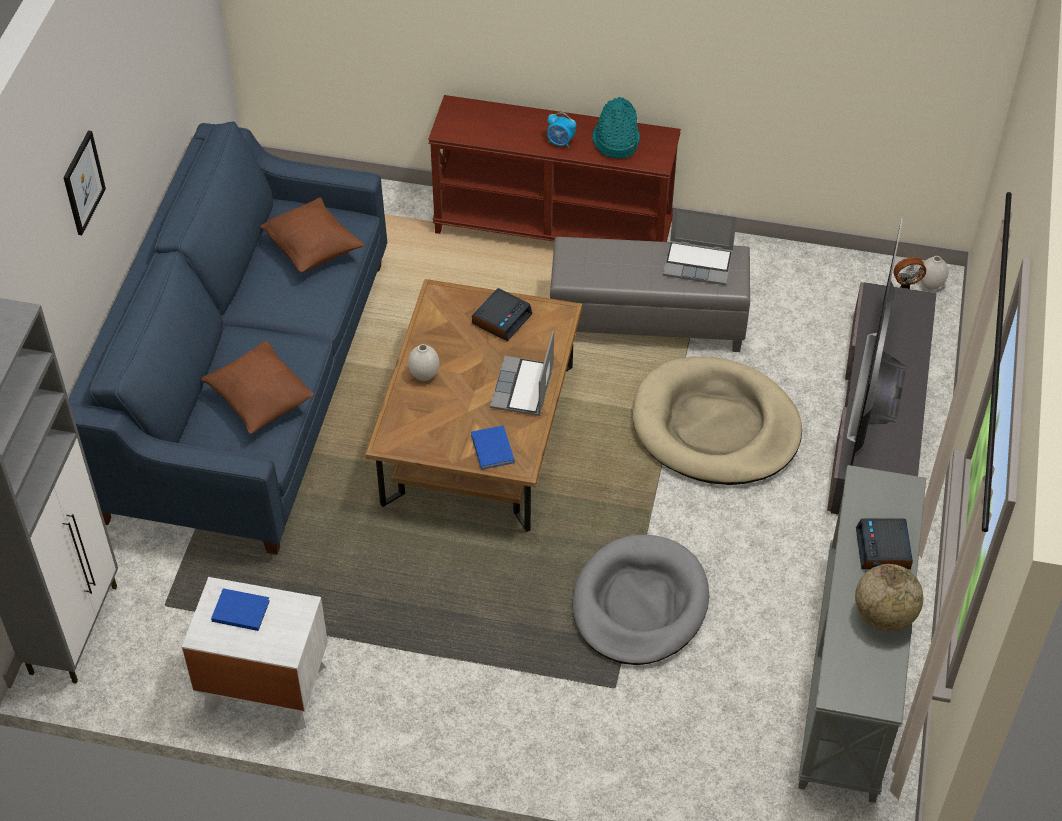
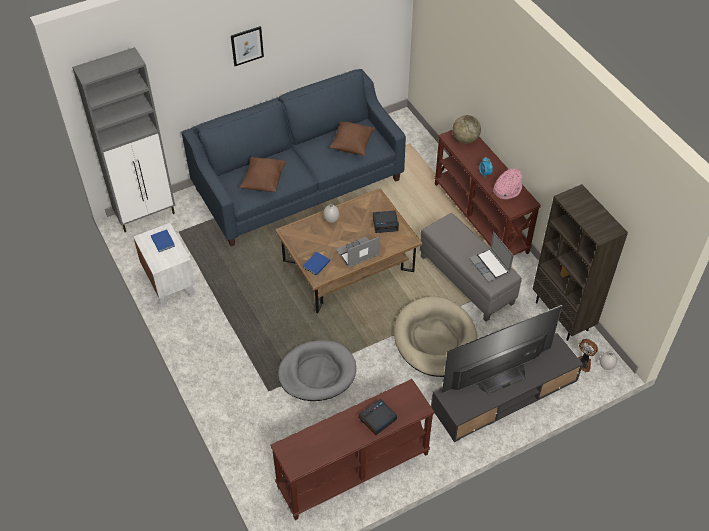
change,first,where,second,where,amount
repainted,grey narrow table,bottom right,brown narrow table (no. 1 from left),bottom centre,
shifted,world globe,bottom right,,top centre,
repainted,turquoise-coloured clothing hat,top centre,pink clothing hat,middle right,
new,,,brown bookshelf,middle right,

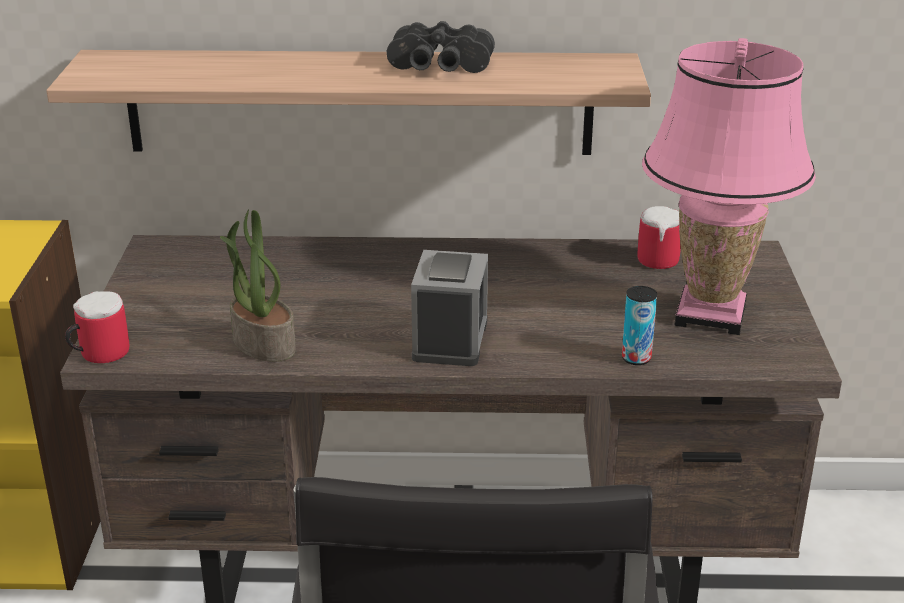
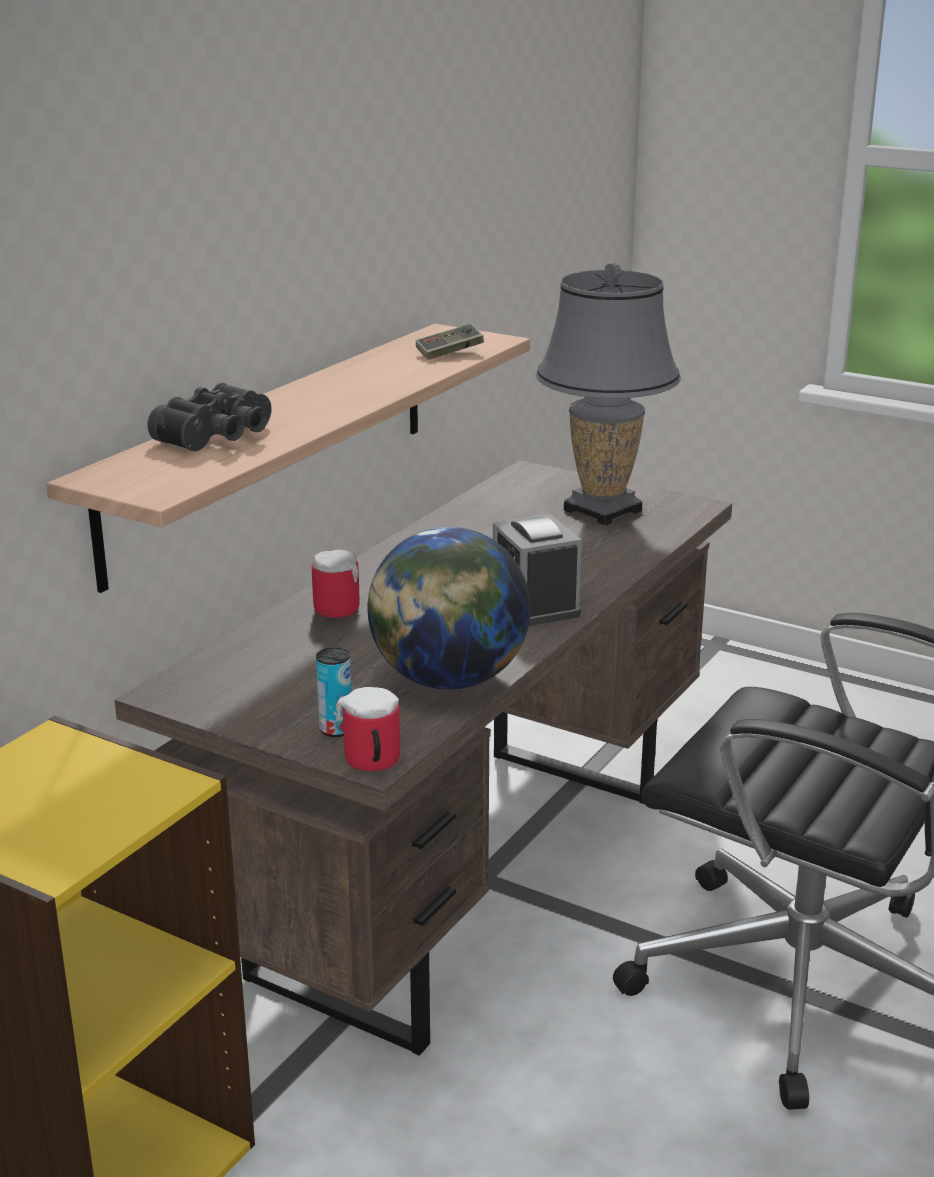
change,first,where,second,where,amount
shifted,black pair of binoculars,top centre,,middle left,
shifted,mug (no. 2 from left in the first image),middle right,mug (no. 1 from left),centre,
shifted,metal can,middle right,,centre,
swapped,potted plant,middle left,world globe,centre,
new,,,joypad,top centre,
rotated,bedside clock,centre,,centre,150 degrees counterclockwise
repainted,pink lamp for a table,top right,grey lamp for a table,centre,

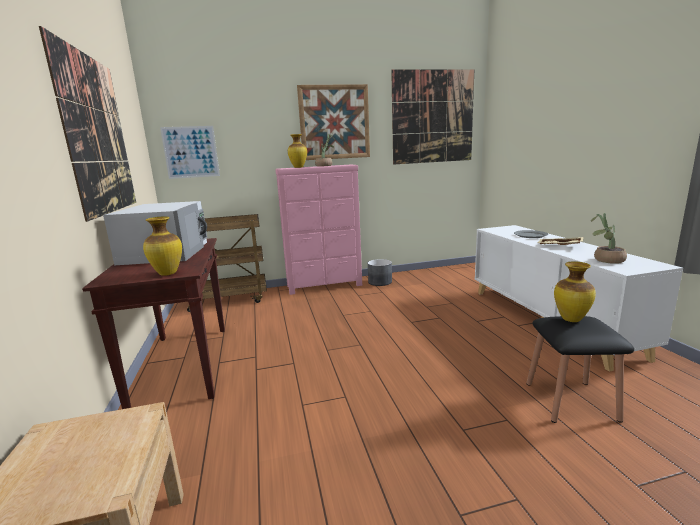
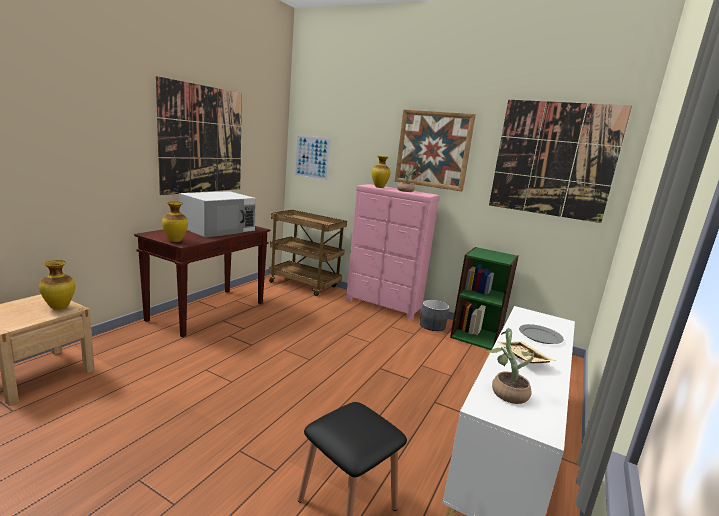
change,first,where,second,where,amount
shifted,flower vase (no. 3 from left in the first image),middle right,flower vase (no. 1 from left),middle left,
new,,,green-coloured bookshelf,middle right,

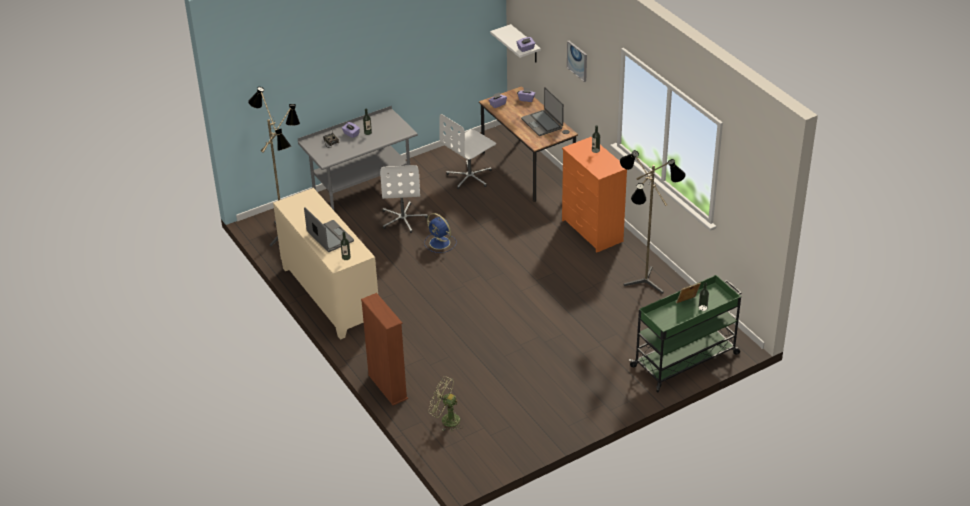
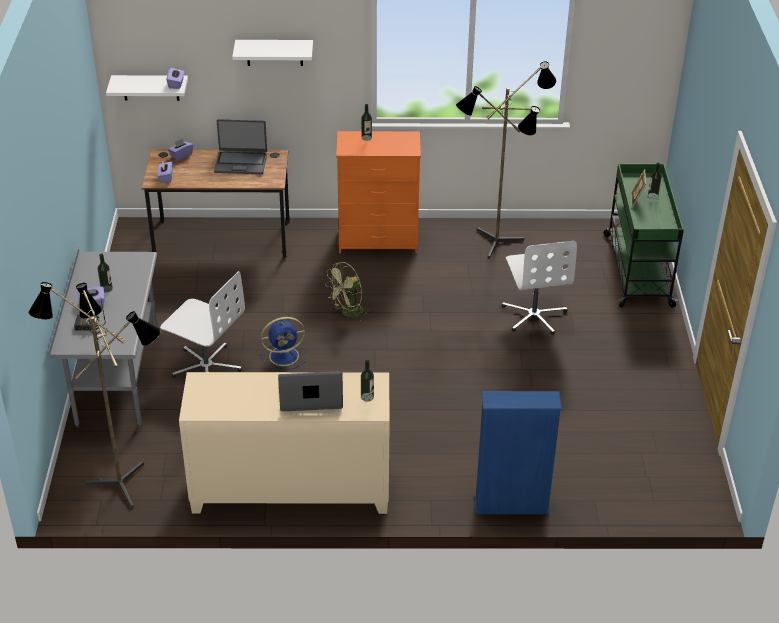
change,first,where,second,where,amount
swapped,picture,top centre,whitish wall shelf (no. 2 from left),top centre,
shifted,green-coloured fan,bottom centre,,centre,
repainted,brown bookshelf,bottom centre,blue-coloured bookshelf,bottom centre,
shifted,whitish office chair (no. 2 from left),top centre,,middle right,

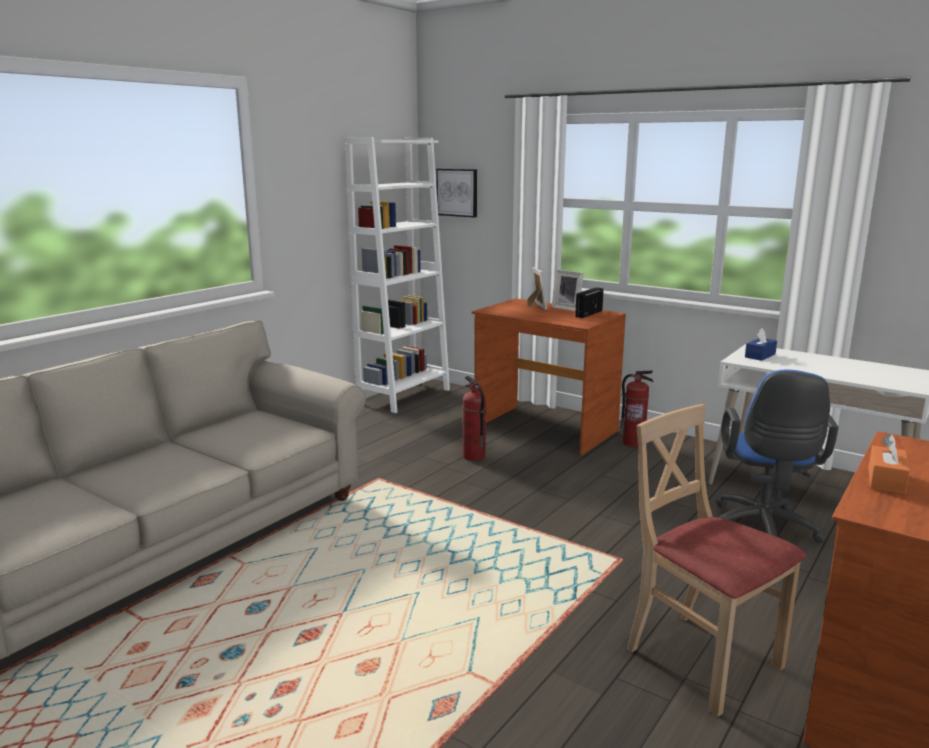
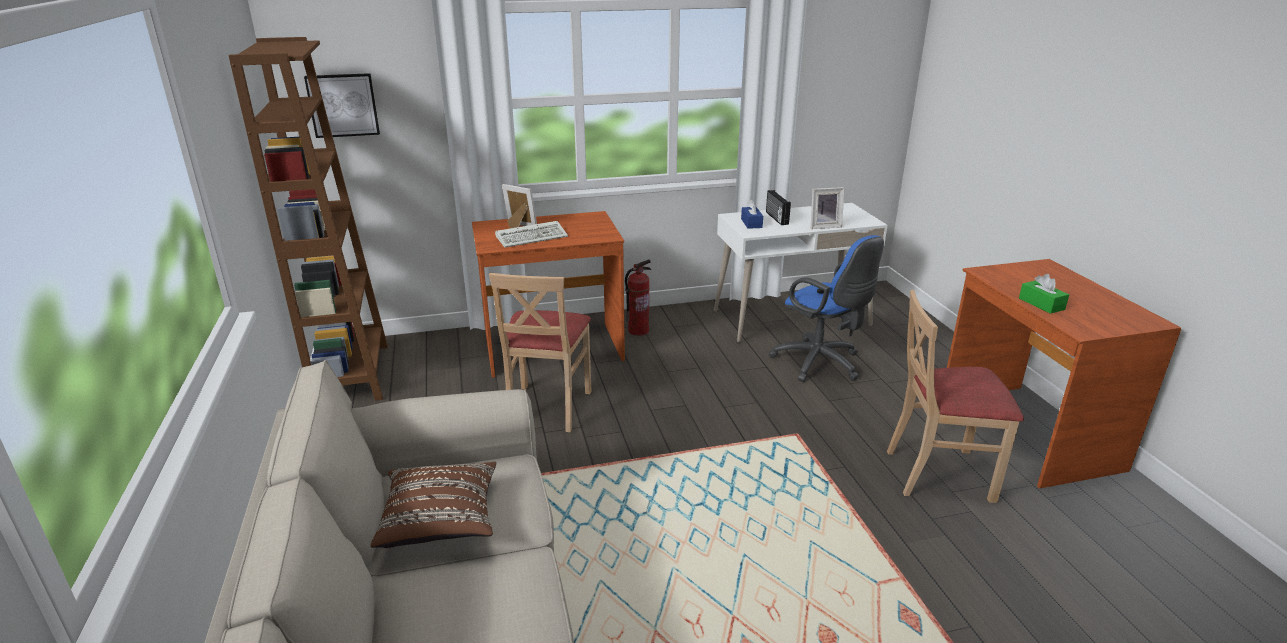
change,first,where,second,where,amount
repainted,whitish bookshelf,centre,brown bookshelf,middle left,
new,,,brown cushion,bottom centre,
swapped,fire extinguisher (no. 1 from left),centre,beige-coloured upright chair (no. 1 from left),centre,
new,,,keyboard,centre,
shifted,radio,centre,,top centre,
shifted,photo frame (no. 2 from left),centre,,top centre,
repainted,orange-coloured tissue holder,middle right,green-coloured tissue holder,middle right,

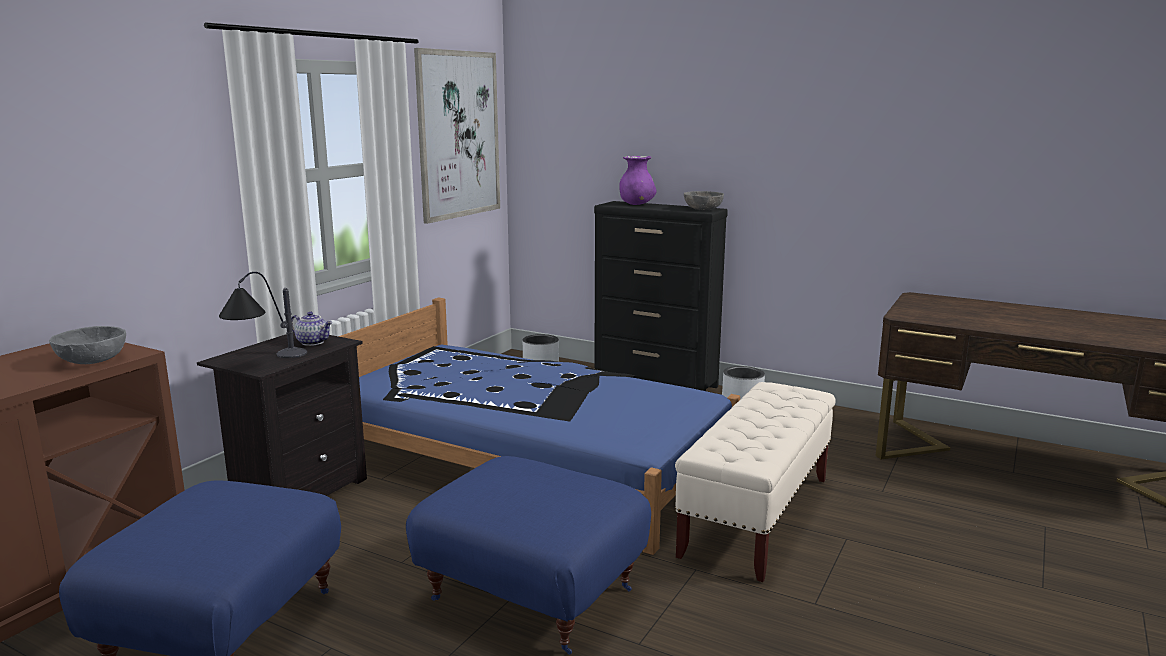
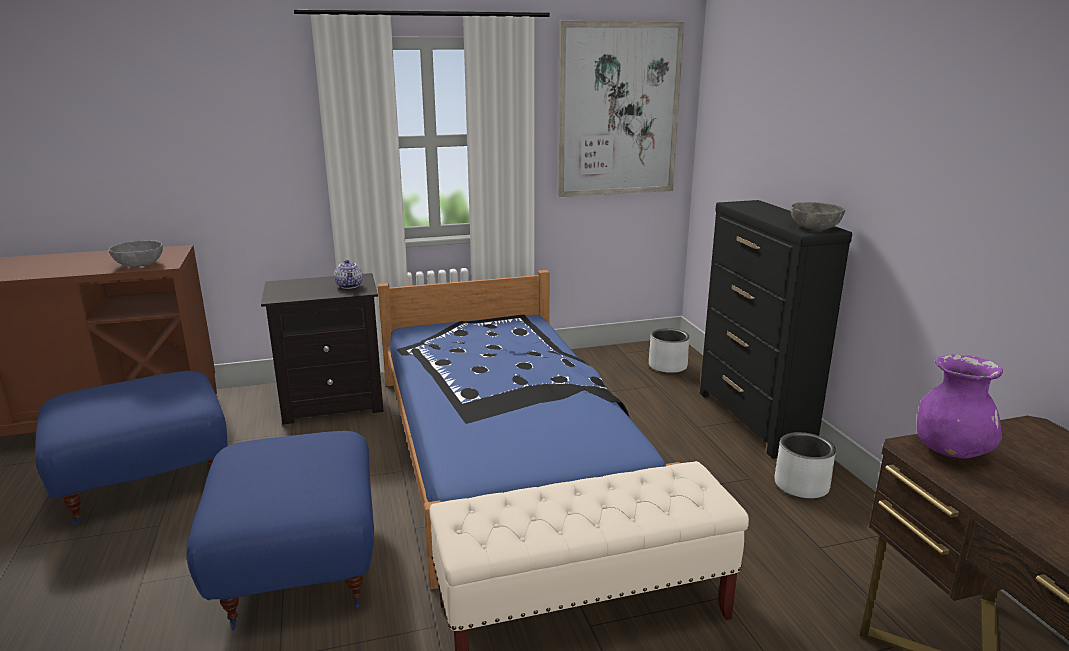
change,first,where,second,where,amount
shifted,purple-coloured flower vase,top centre,,middle right,
gone,lamp for a table,middle left,,,

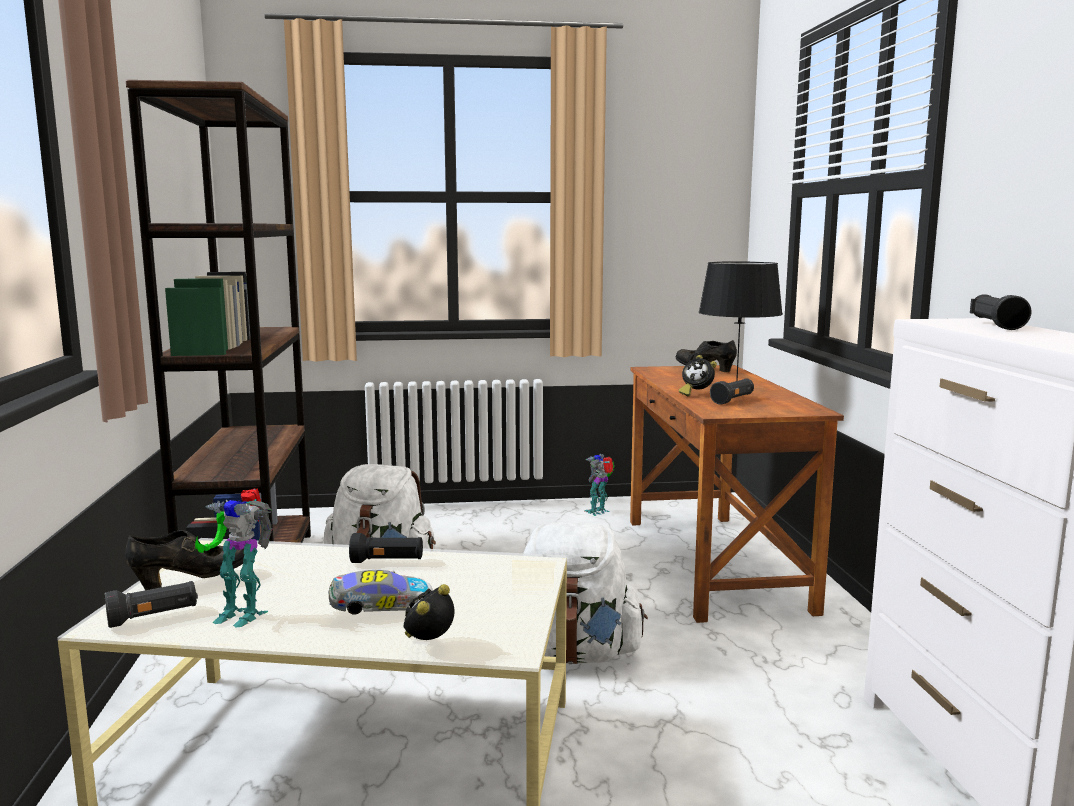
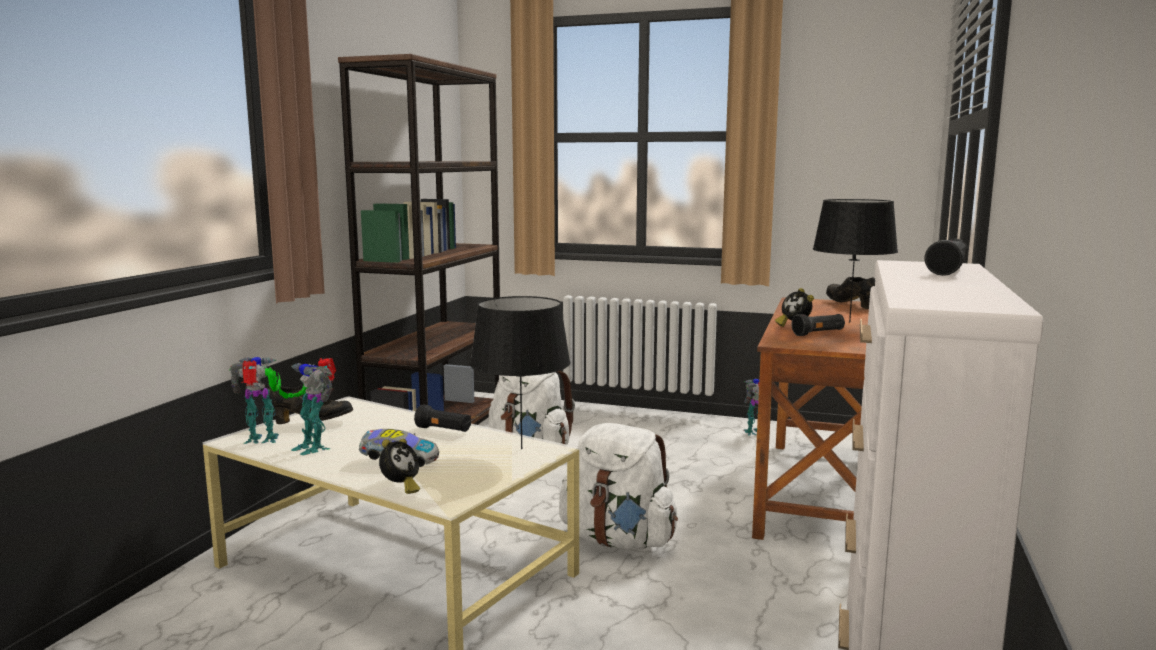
change,first,where,second,where,amount
swapped,black hand torch (no. 1 from left),bottom left,toy robot (no. 1 from left),middle left,
rotated,bedside clock (no. 1 from left),bottom centre,,bottom centre,150 degrees clockwise
new,,,black lamp for a table (no. 1 from left),centre,

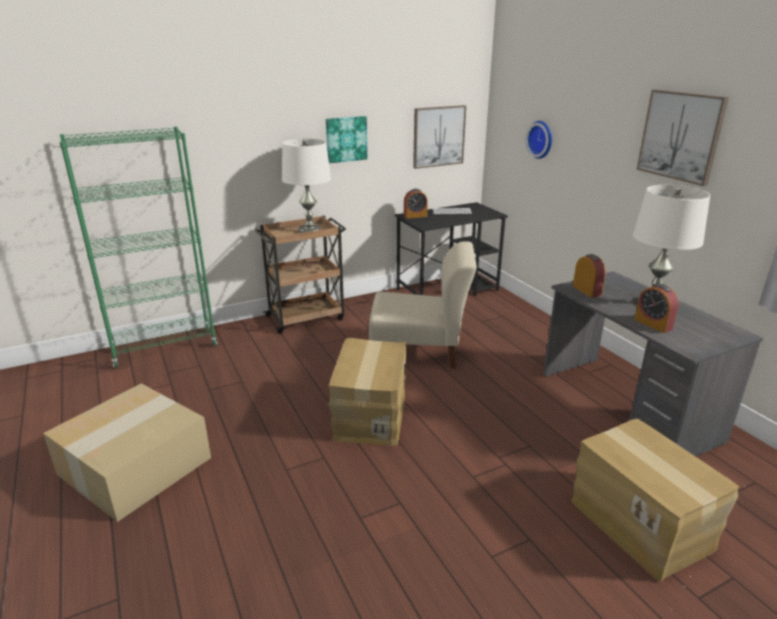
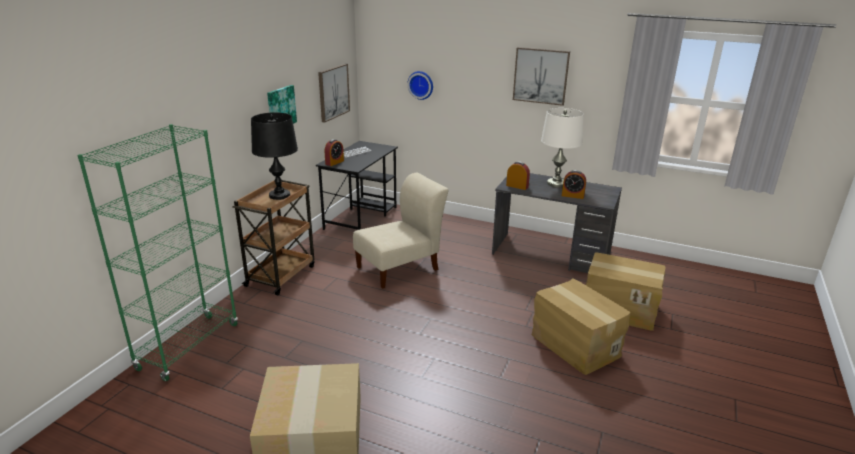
change,first,where,second,where,amount
repainted,whitish lamp for a table (no. 1 from left),top centre,black lamp for a table,middle left,
shifted,cardboard box (no. 2 from left),centre,,bottom right,

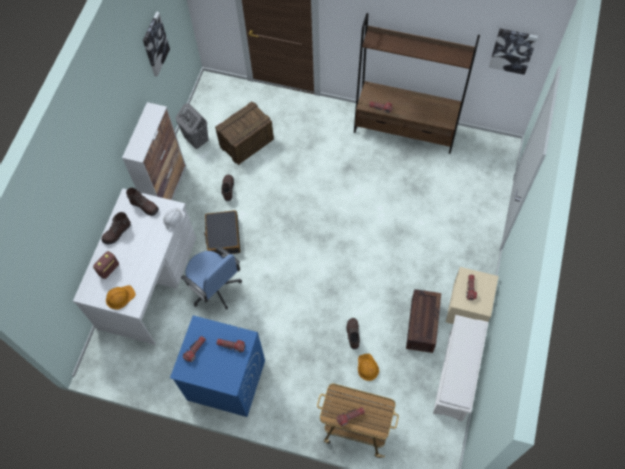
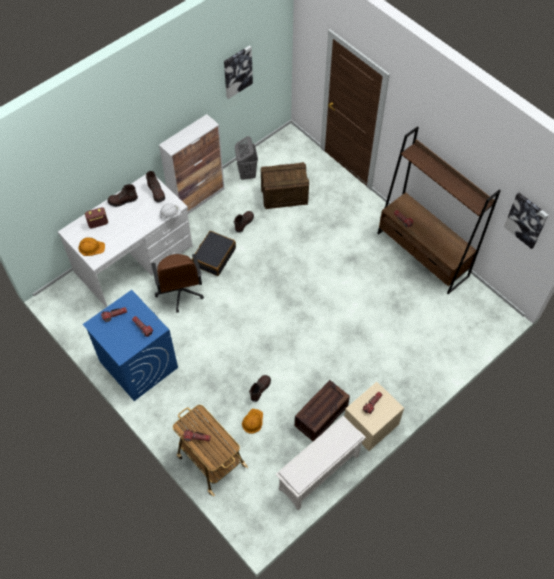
change,first,where,second,where,amount
repainted,blue-coloured office chair,centre,brown office chair,middle left,

